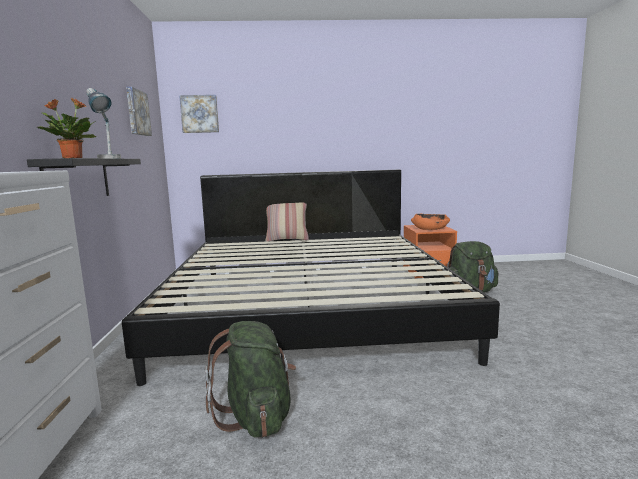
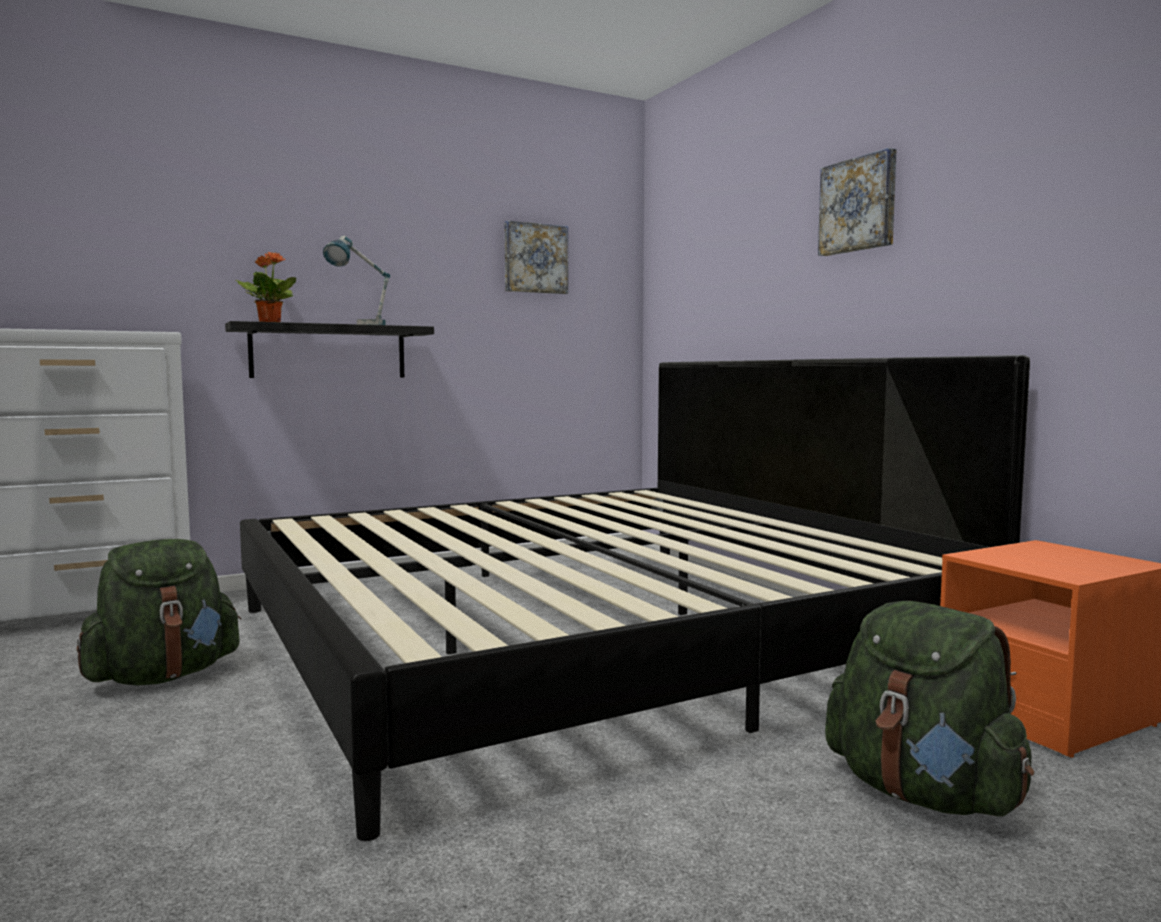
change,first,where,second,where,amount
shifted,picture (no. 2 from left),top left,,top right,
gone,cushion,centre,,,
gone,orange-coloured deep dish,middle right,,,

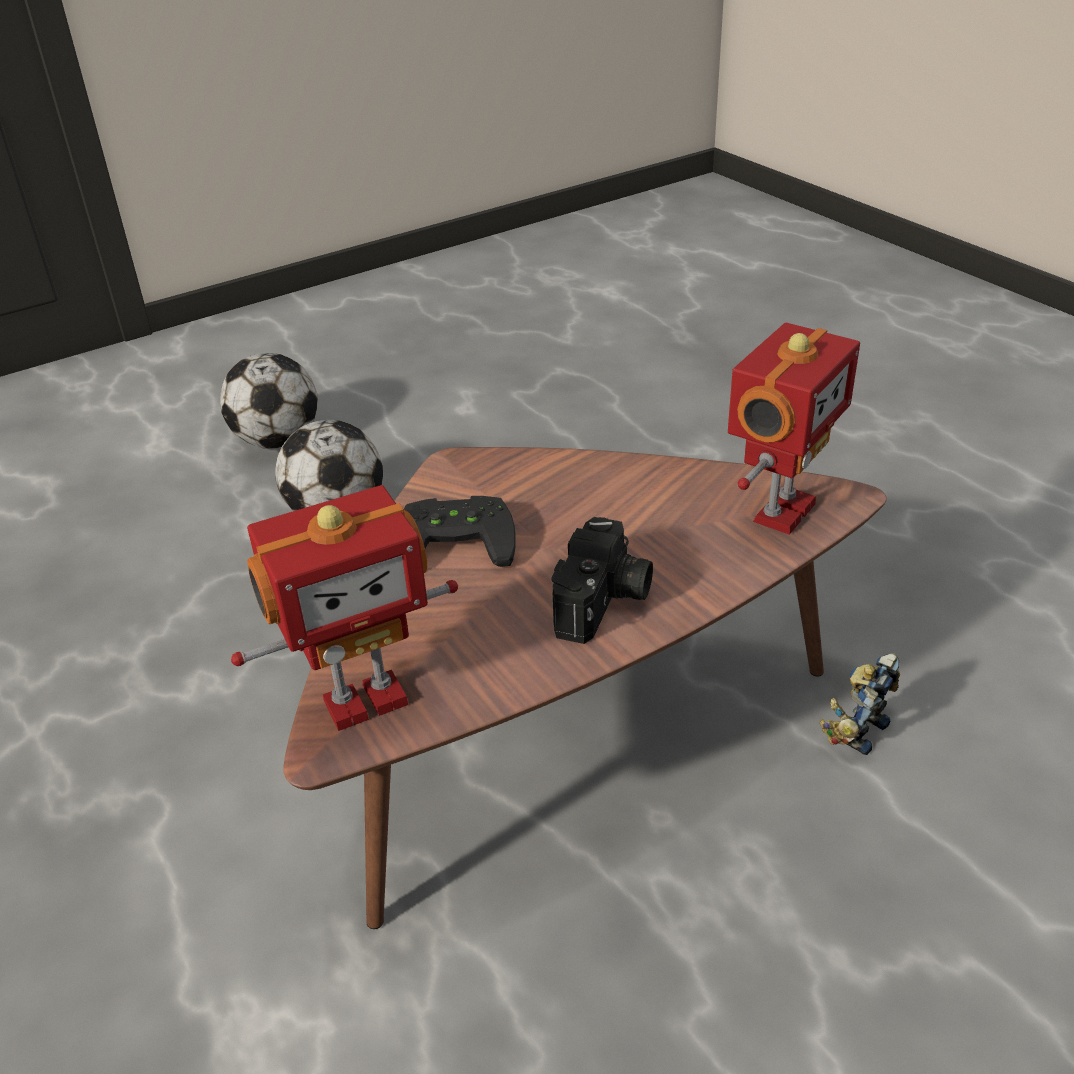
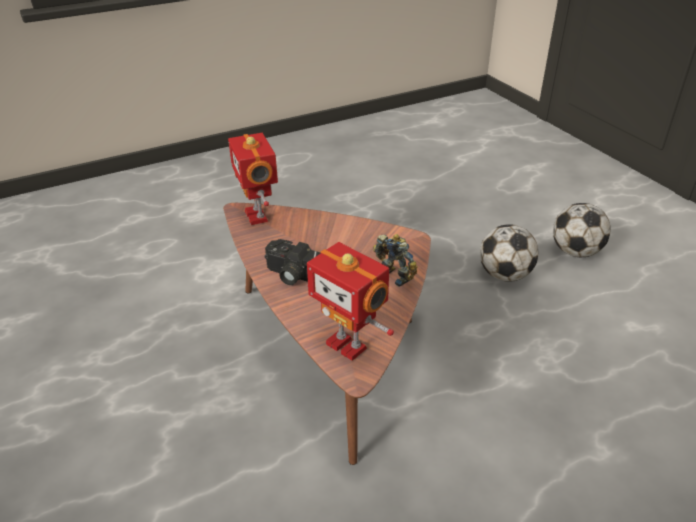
change,first,where,second,where,amount
shifted,toy robot (no. 3 from left),middle right,,centre,
gone,black joypad,centre,,,

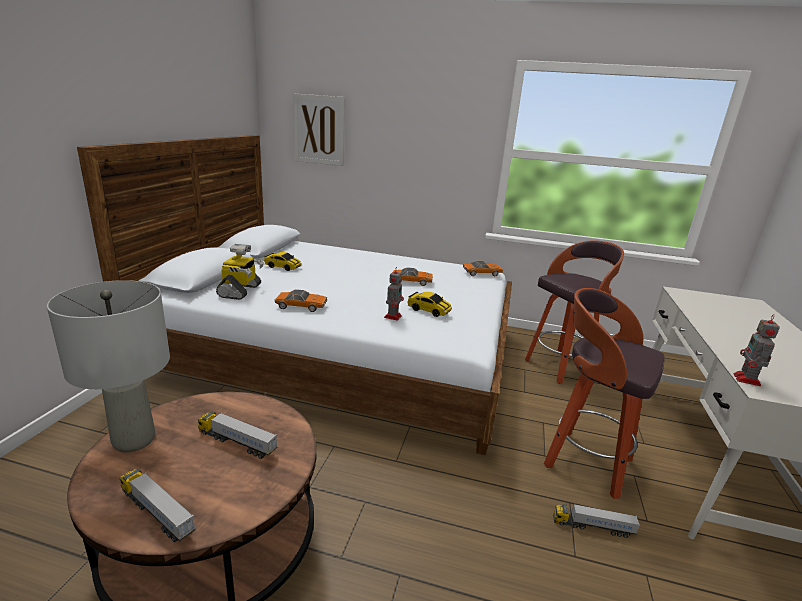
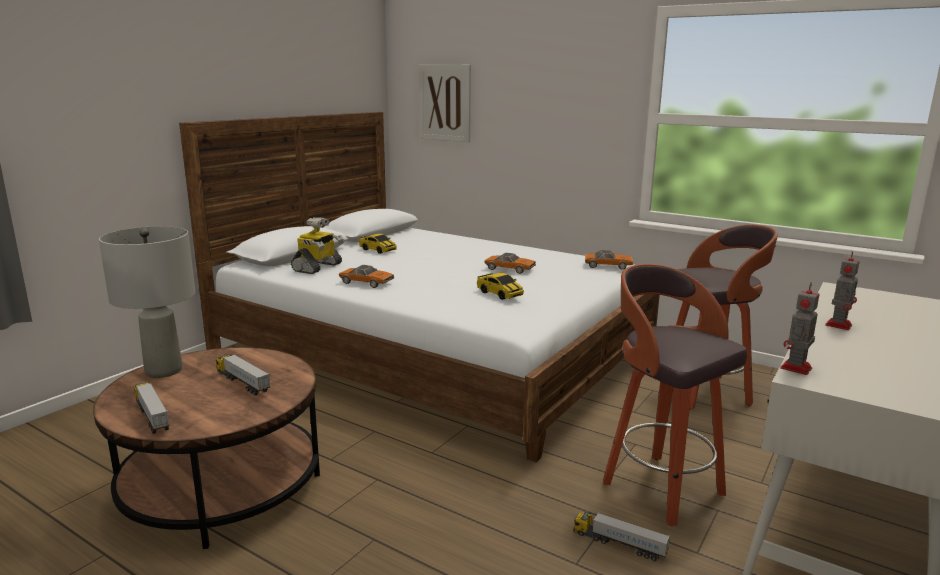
change,first,where,second,where,amount
shifted,toy robot (no. 2 from left in the first image),centre,toy robot (no. 3 from left),middle right,

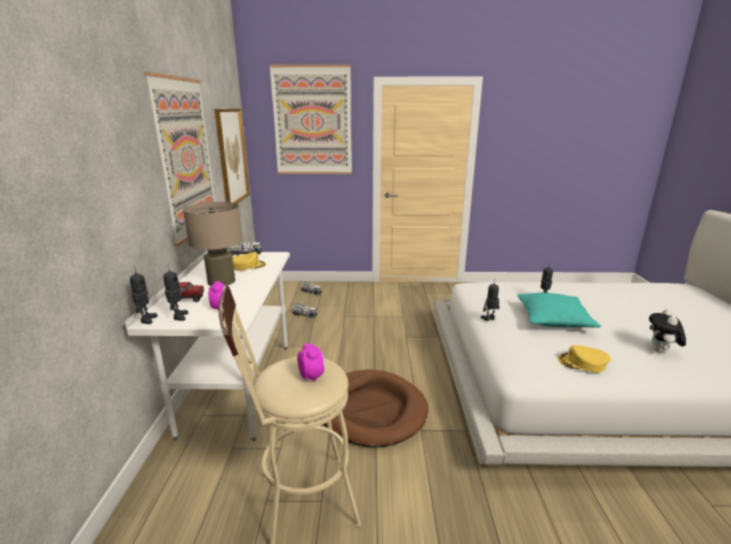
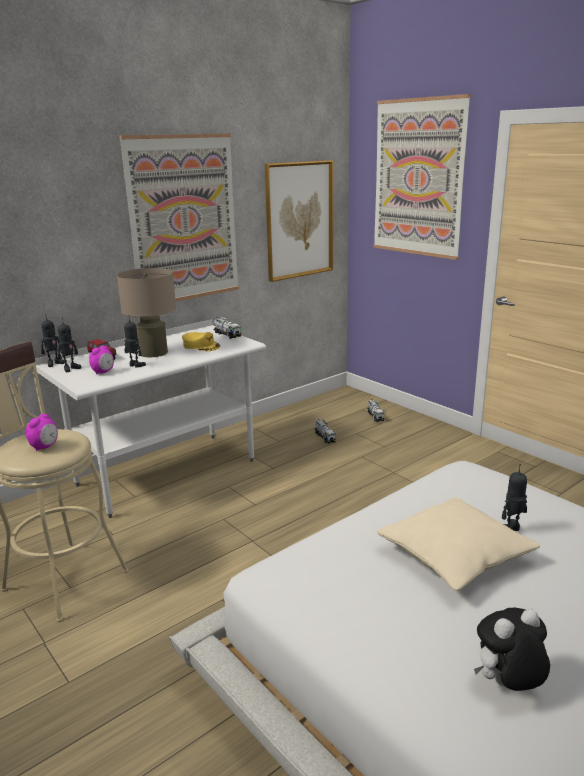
change,first,where,second,where,amount
shifted,toy robot (no. 3 from left),middle right,,middle left,
repainted,turquoise-coloured cushion,middle right,beige-coloured cushion,bottom right,
gone,brown pet bed,bottom centre,,,
gone,yellowish cap (no. 2 from left),middle right,,,

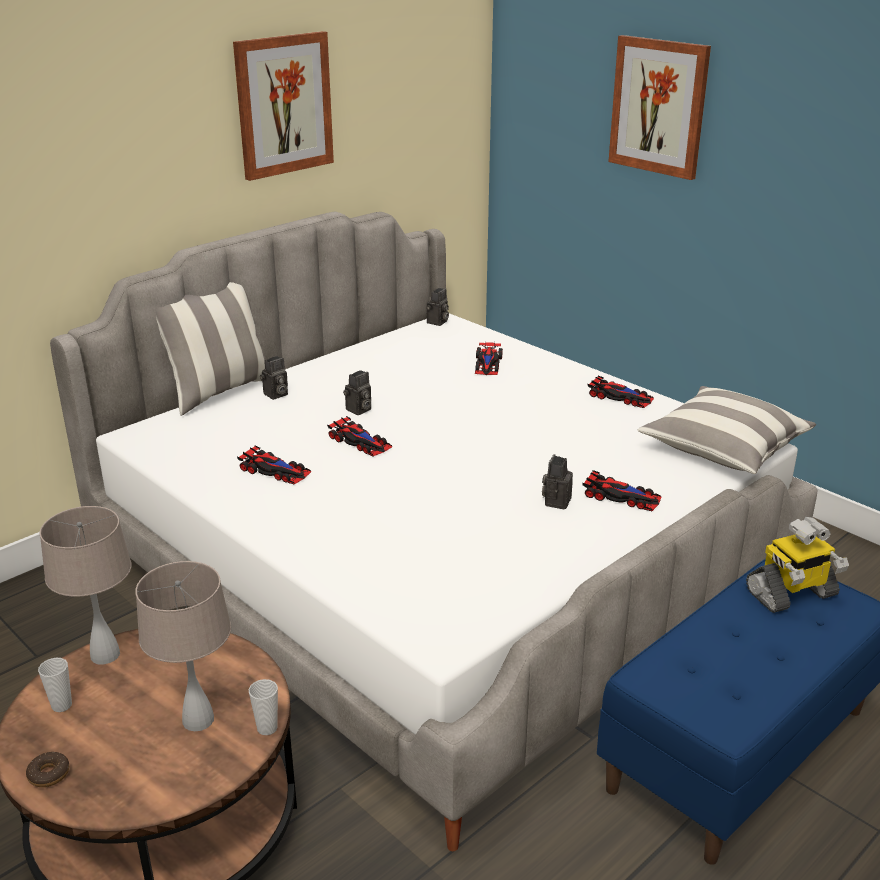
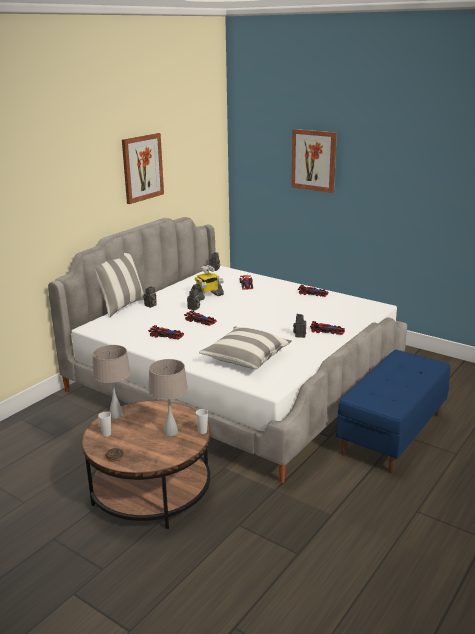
change,first,where,second,where,amount
shifted,toy robot,middle right,,centre,
shifted,cushion (no. 2 from left),middle right,,centre,

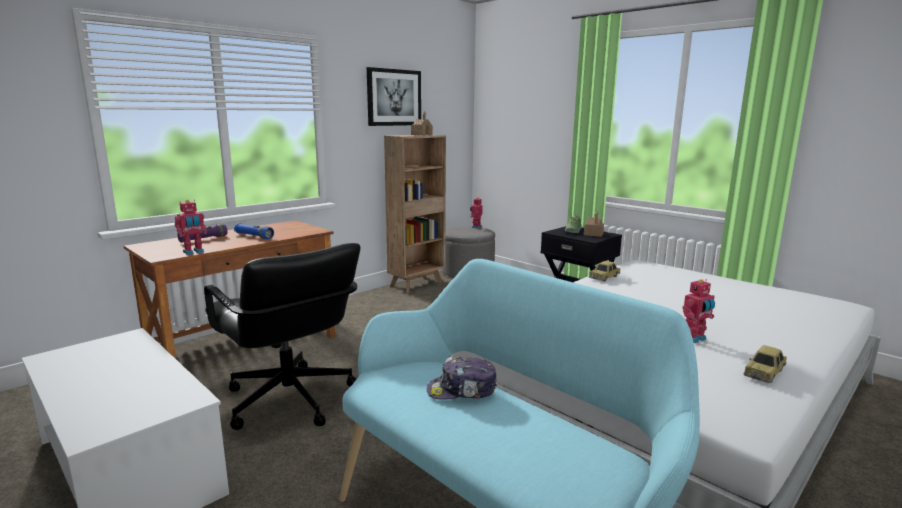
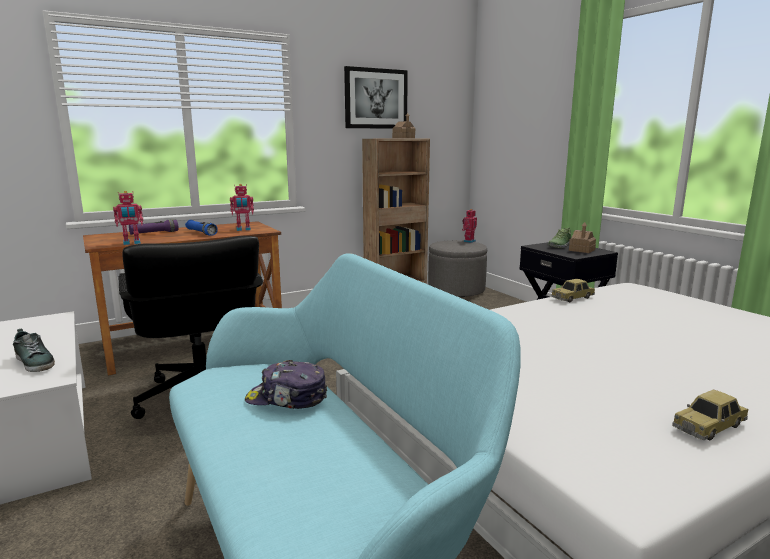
change,first,where,second,where,amount
new,,,item of footwear (no. 1 from left),middle left,
shifted,toy robot (no. 3 from left in the first image),middle right,toy robot (no. 2 from left),middle left,

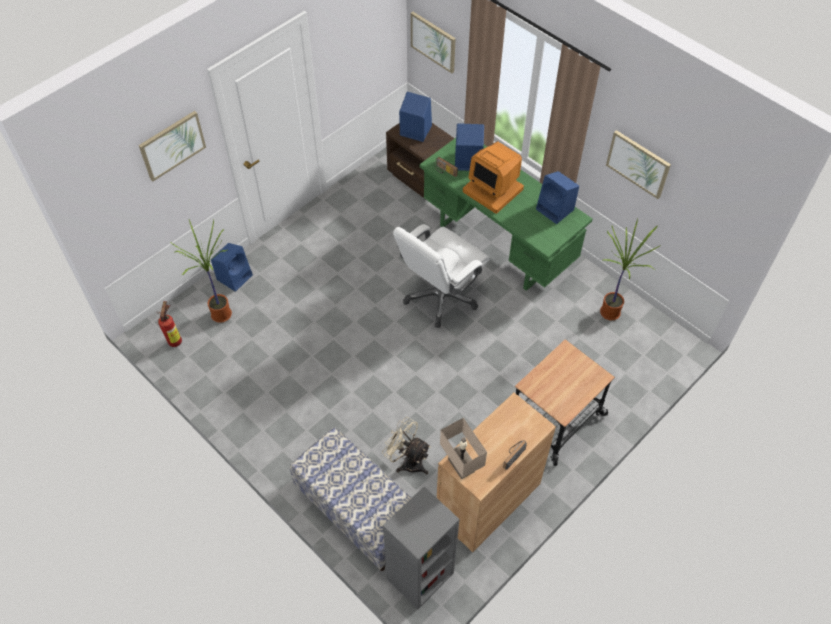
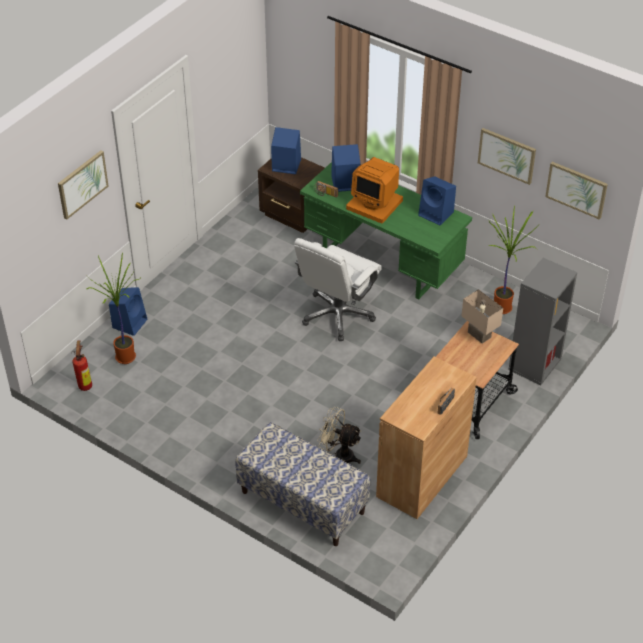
change,first,where,second,where,amount
shifted,beige-coloured lamp for a table,bottom centre,,middle right,
shifted,grey bookshelf,bottom centre,,middle right,
shifted,picture (no. 2 from left in the first image),top centre,picture (no. 3 from left),top right,

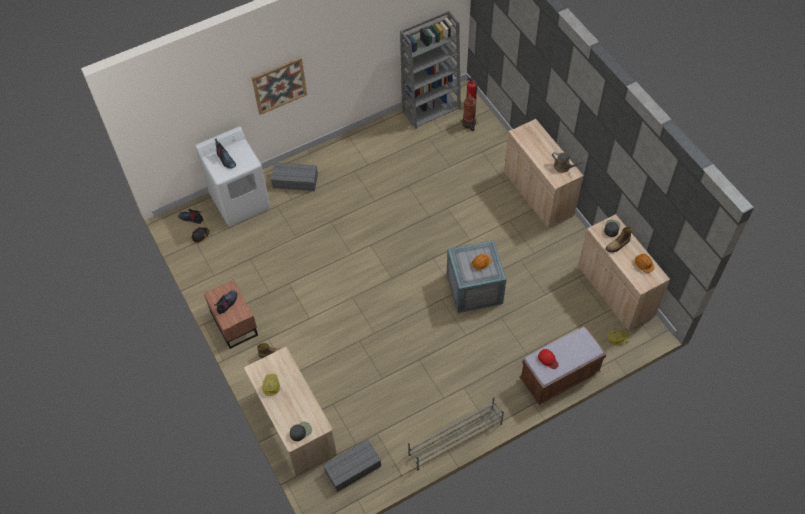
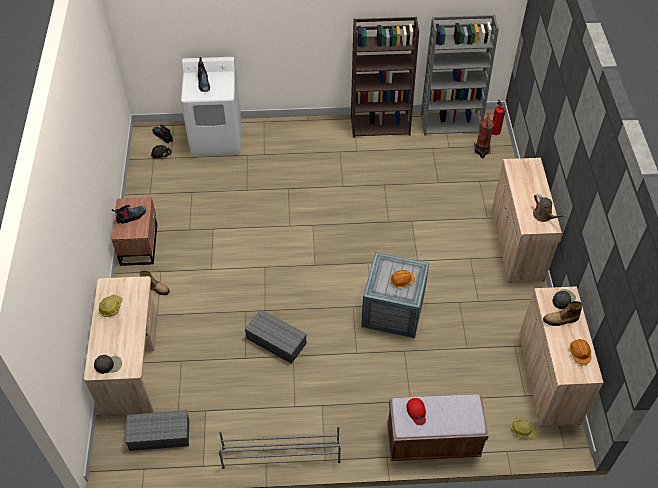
change,first,where,second,where,amount
shifted,grey storage box (no. 1 from left in the first image),centre,grey storage box (no. 2 from left),bottom centre,
new,,,brown bookshelf,top centre,
gone,picture,top centre,,,

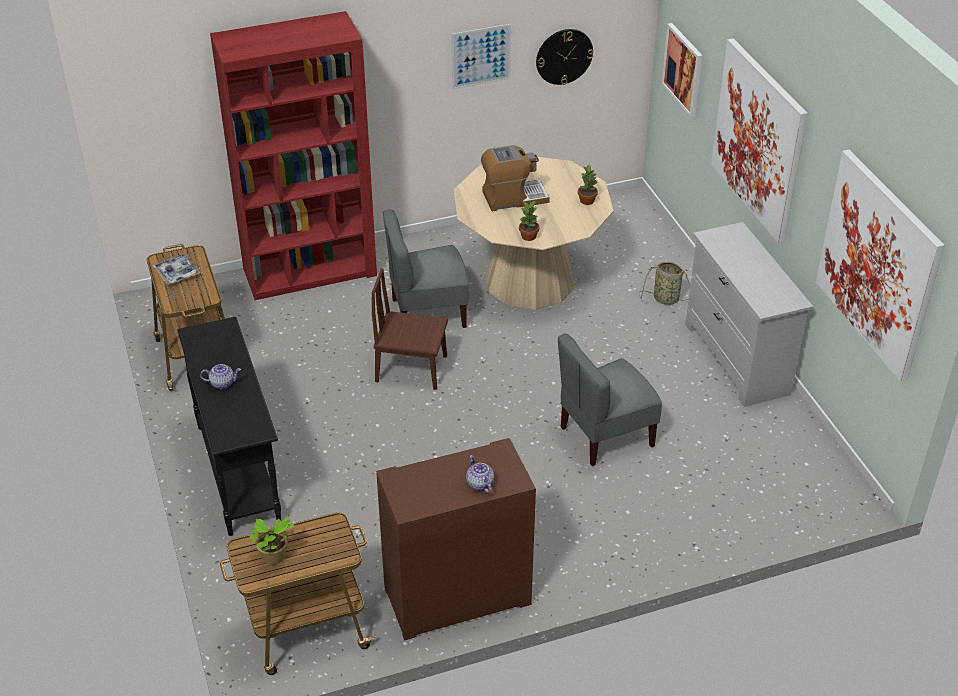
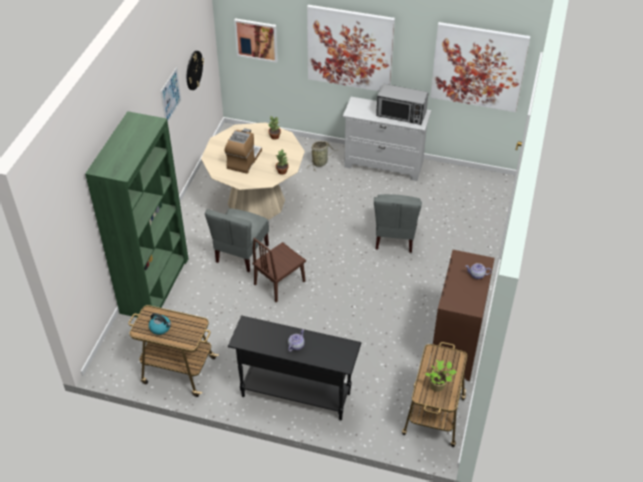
change,first,where,second,where,amount
repainted,reddish bookshelf,top left,green-coloured bookshelf,middle left,
swapped,carrying tray,middle left,water kettle,bottom left,
new,,,kitchen microwave,top centre,

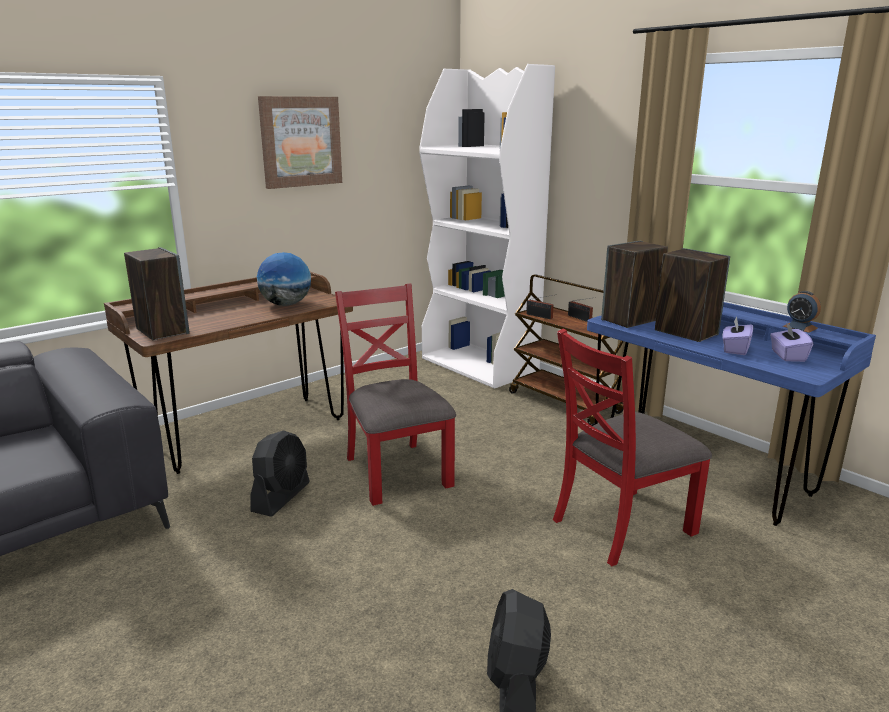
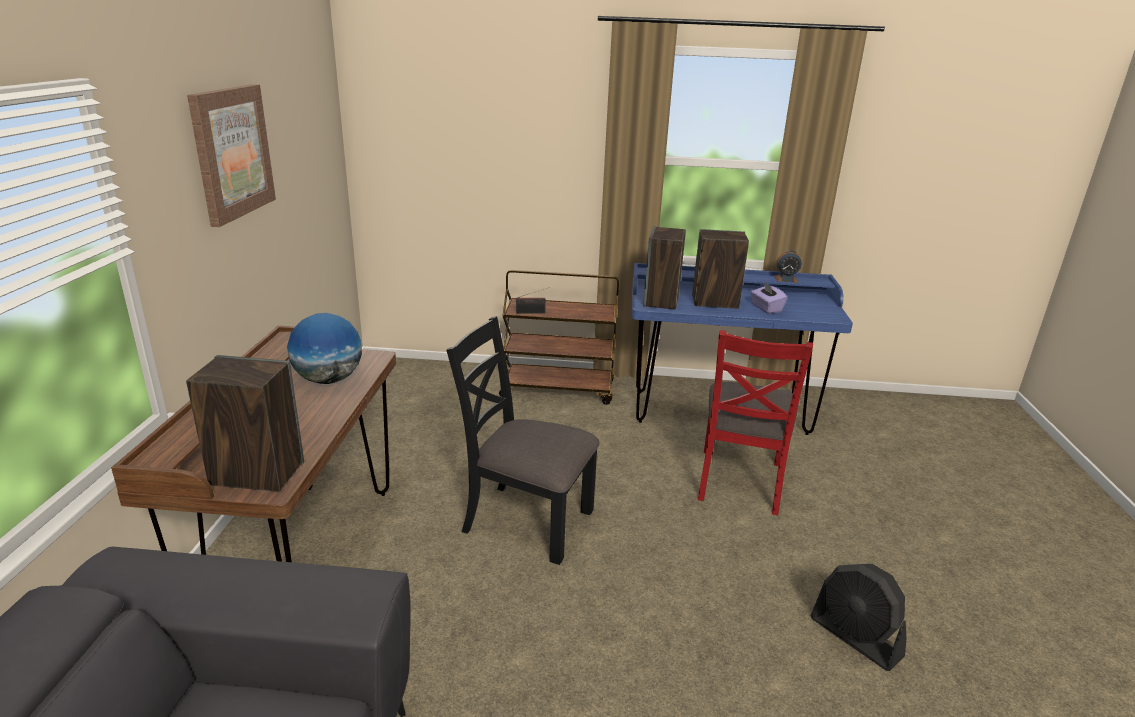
change,first,where,second,where,amount
repainted,reddish upright chair (no. 1 from left),centre,black upright chair,centre,
gone,black fan (no. 1 from left),middle left,,,
gone,whitish bookshelf,top centre,,,
gone,radio (no. 2 from left),centre,,,
gone,purple-coloured tissue holder (no. 2 from left),middle right,,,

